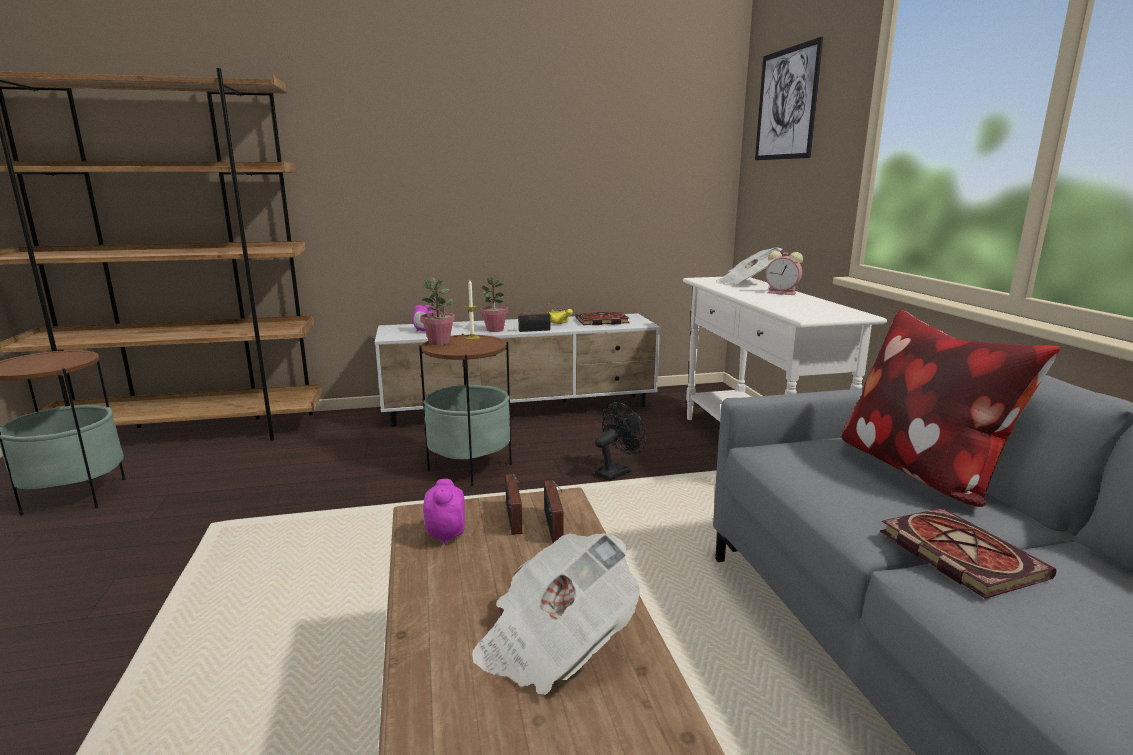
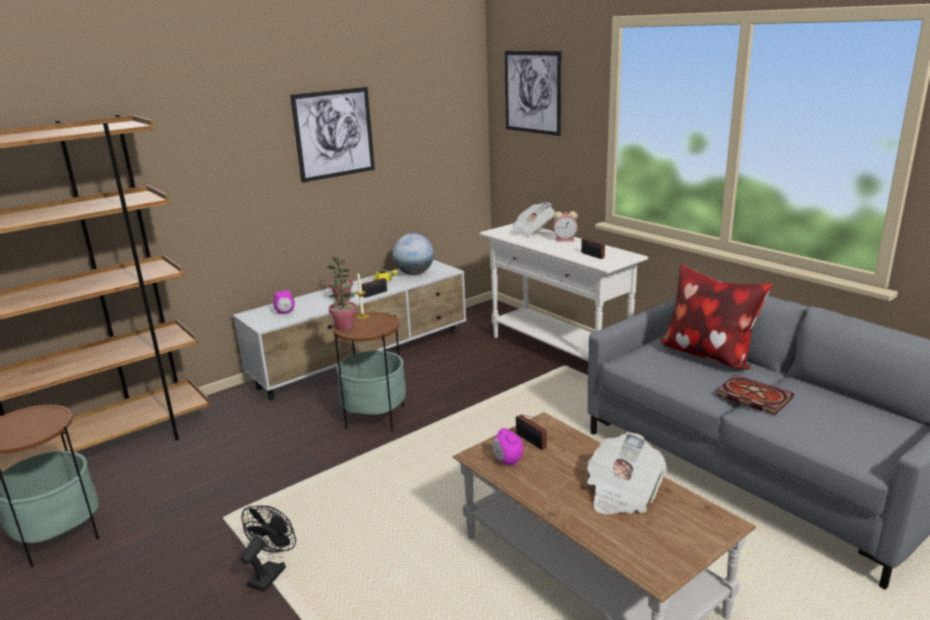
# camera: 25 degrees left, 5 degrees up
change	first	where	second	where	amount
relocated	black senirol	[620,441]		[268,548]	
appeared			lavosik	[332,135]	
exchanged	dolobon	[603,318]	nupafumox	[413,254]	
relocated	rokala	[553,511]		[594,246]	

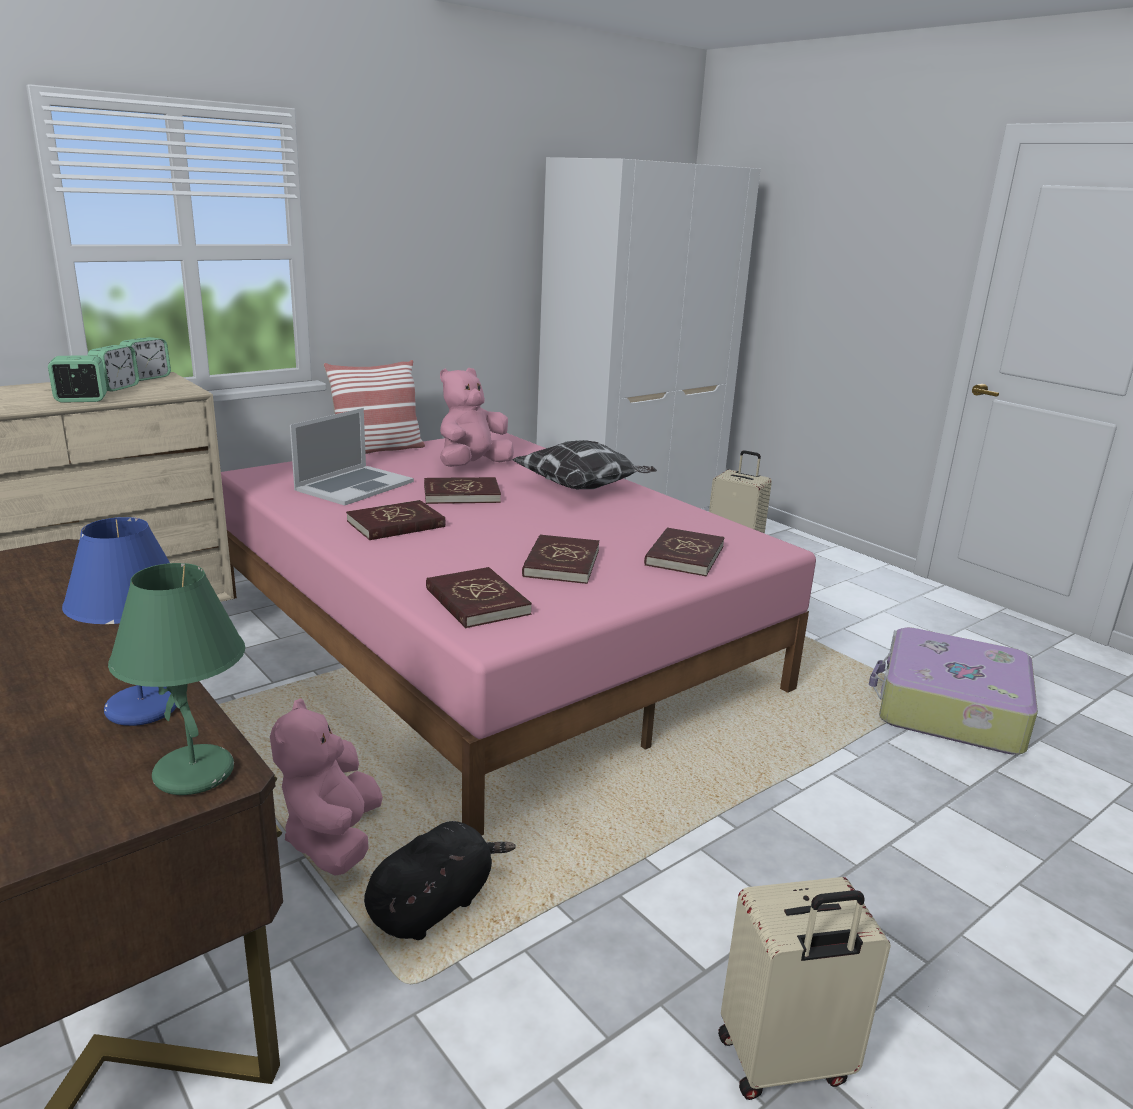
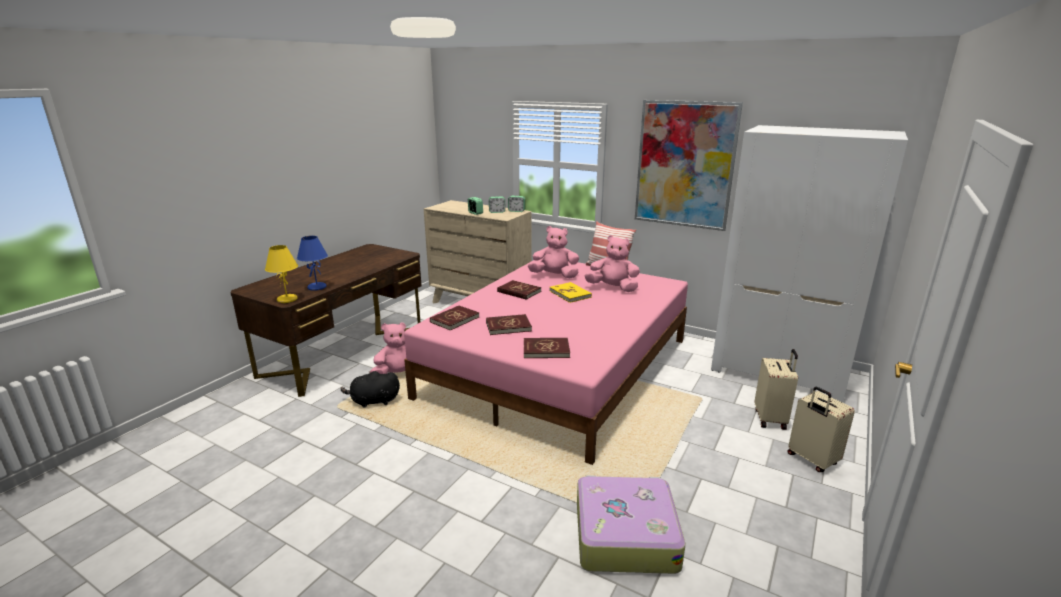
# camera: 70 degrees right, 0 degrees up
change	first	where	second	where	amount
colour	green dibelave	[176,679]	yellow dibelave	[281,274]	
spun	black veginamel	[440,880]		[370,389]	150 degrees clockwise
exchanged	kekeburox	[352,457]	pink veginamel	[553,252]	
colour	red dolobon	[462,490]	yellow dolobon	[571,292]	
appeared			lavosik	[689,165]	
relocated	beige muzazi	[804,988]		[821,429]	
missing	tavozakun	[585,464]			

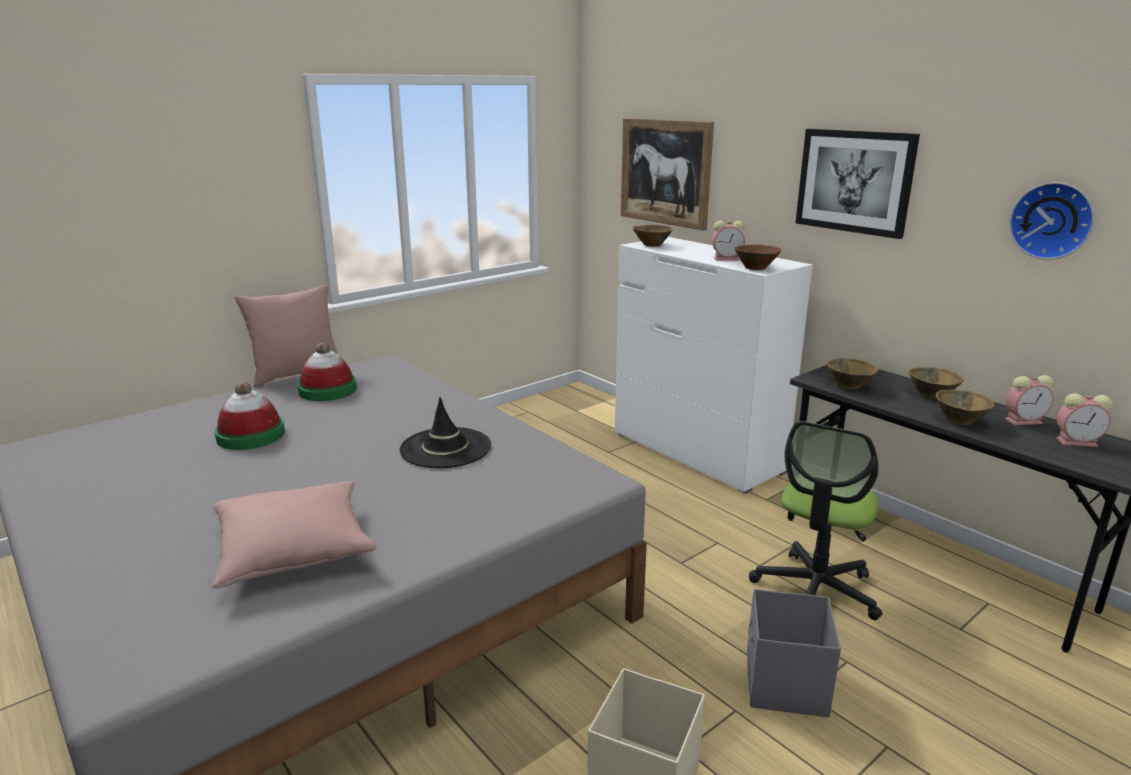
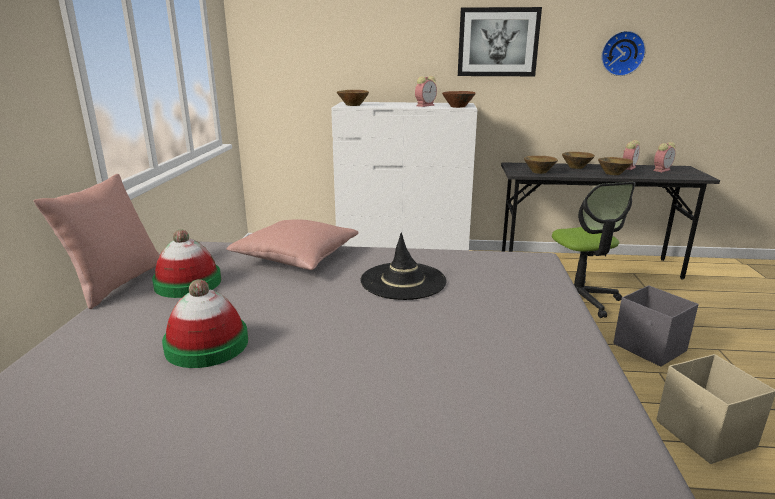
# camera: 45 degrees left, 0 degrees up
change	first	where	second	where	amount
relocated	pink tavozakun	[294,534]		[292,244]	
missing	lavosik	[667,174]			

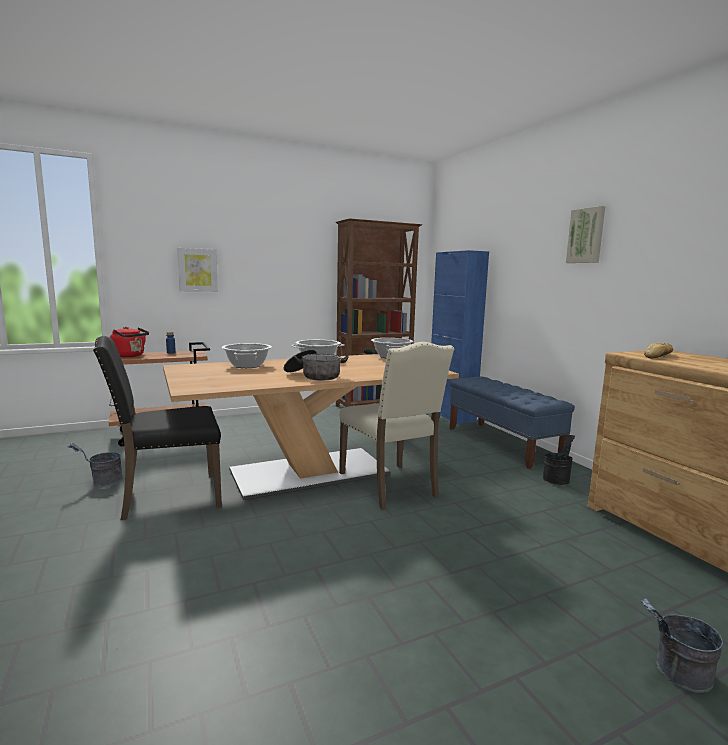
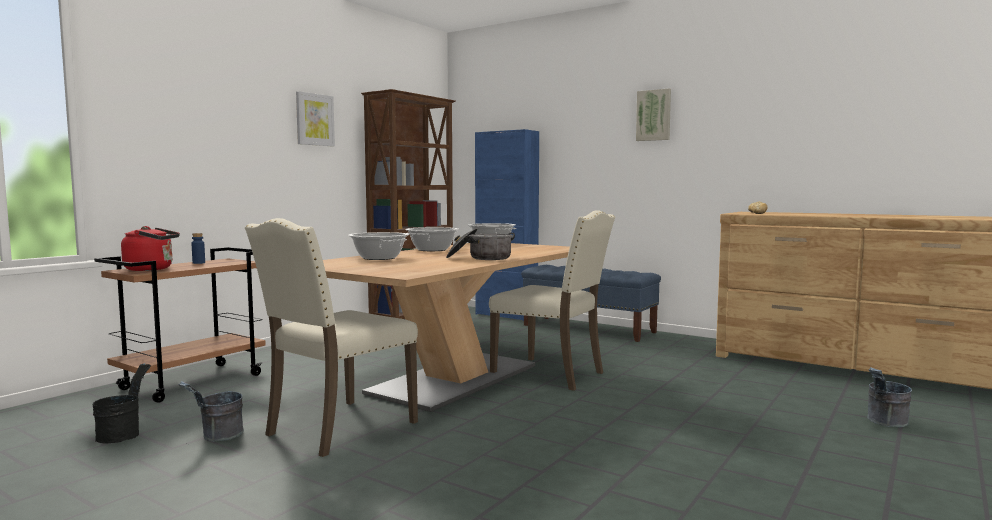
# camera: 30 degrees left, 5 degrees down
change	first	where	second	where	amount
relocated	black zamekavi	[559,459]		[121,403]	
colour	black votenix	[157,428]	beige votenix	[331,337]	
relocated	lavosik	[197,270]		[315,119]	

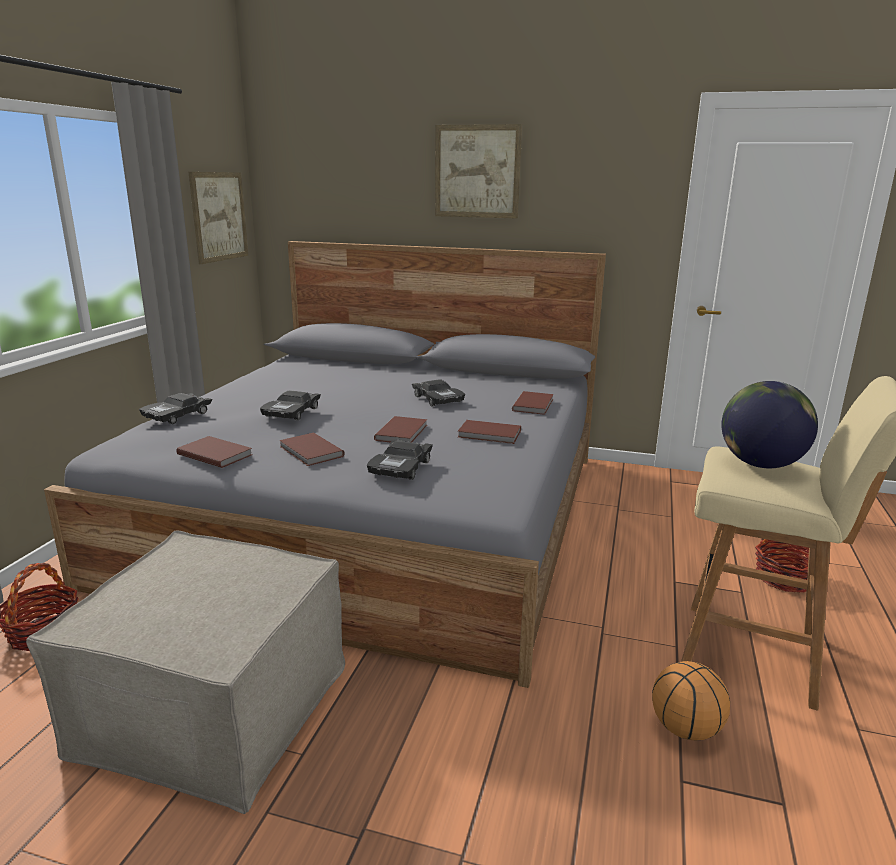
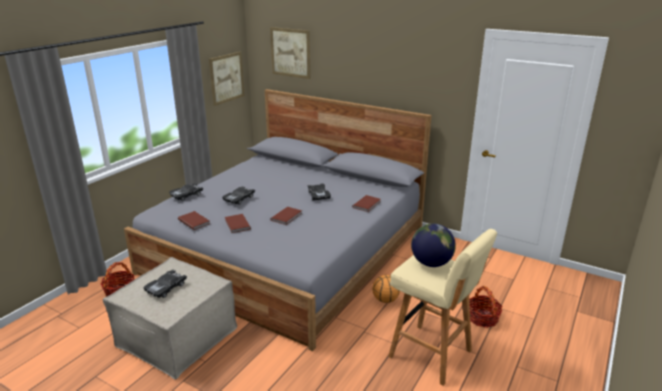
# camera: 15 degrees right, 5 degrees up
change	first	where	second	where	amount
relocated	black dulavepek	[400,459]		[165,284]	
relocated	lavosik	[478,171]		[290,53]	
relocated	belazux	[691,700]		[386,289]	
missing	brown dolobon	[489,432]			

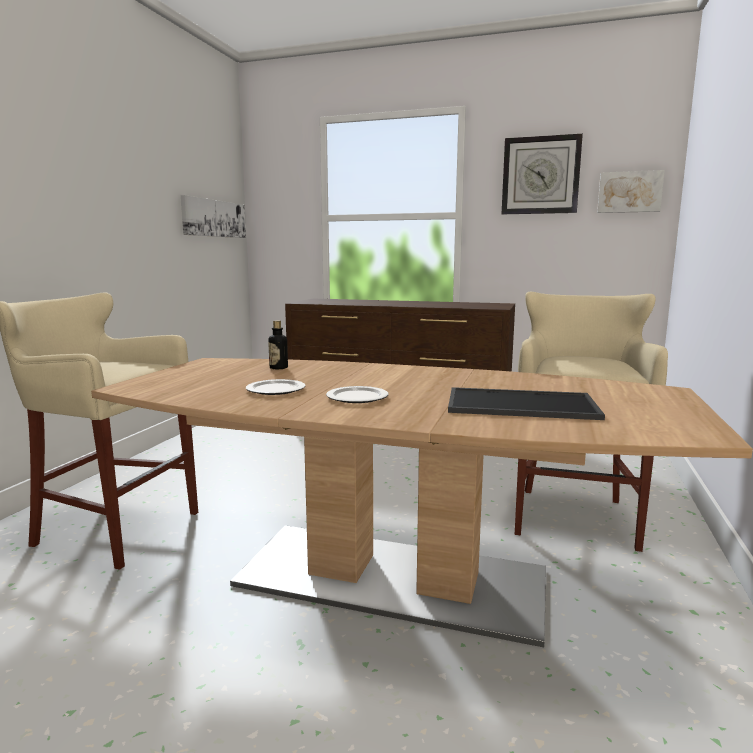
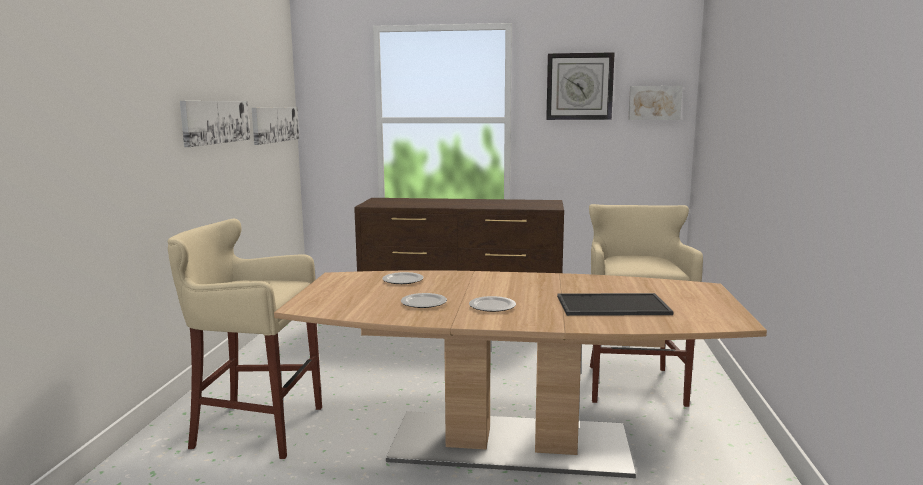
# camera: 10 degrees left, 0 degrees up
change	first	where	second	where	amount
appeared			lavosik	[215,124]	
exchanged	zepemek	[278,344]	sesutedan	[403,278]	

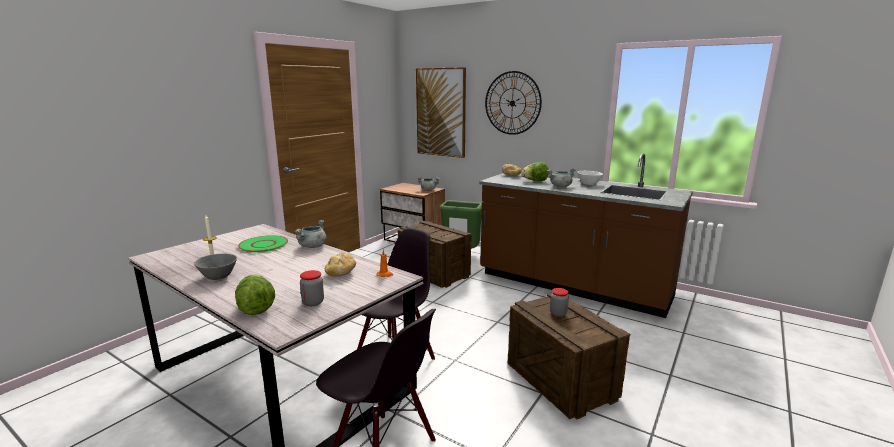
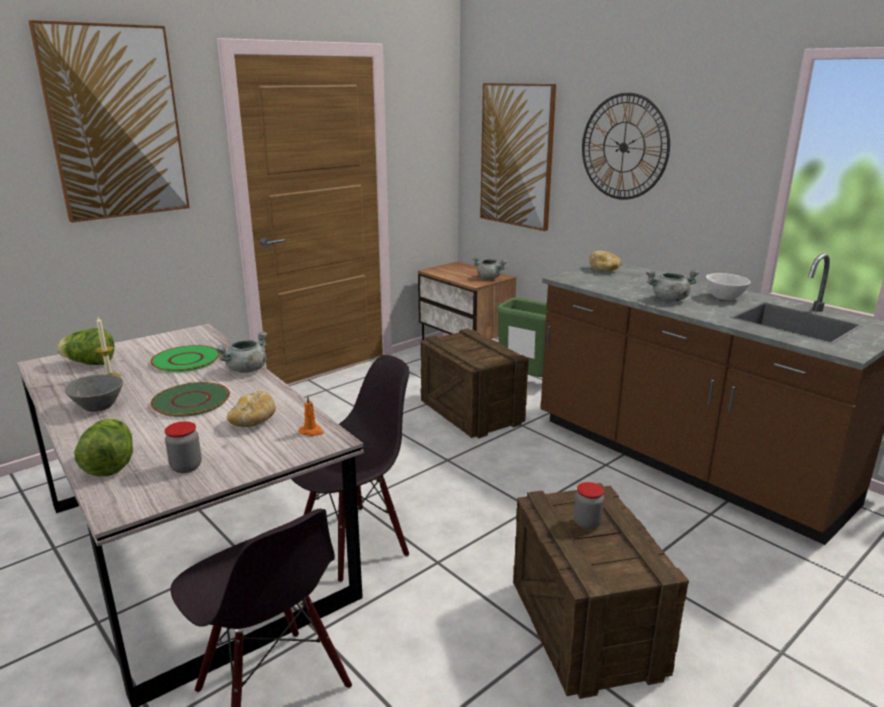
# camera: 15 degrees right, 5 degrees up
change	first	where	second	where	amount
appeared			lavosik	[109,121]	
relocated	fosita	[535,171]		[85,346]	
appeared			green sesutedan	[190,399]	

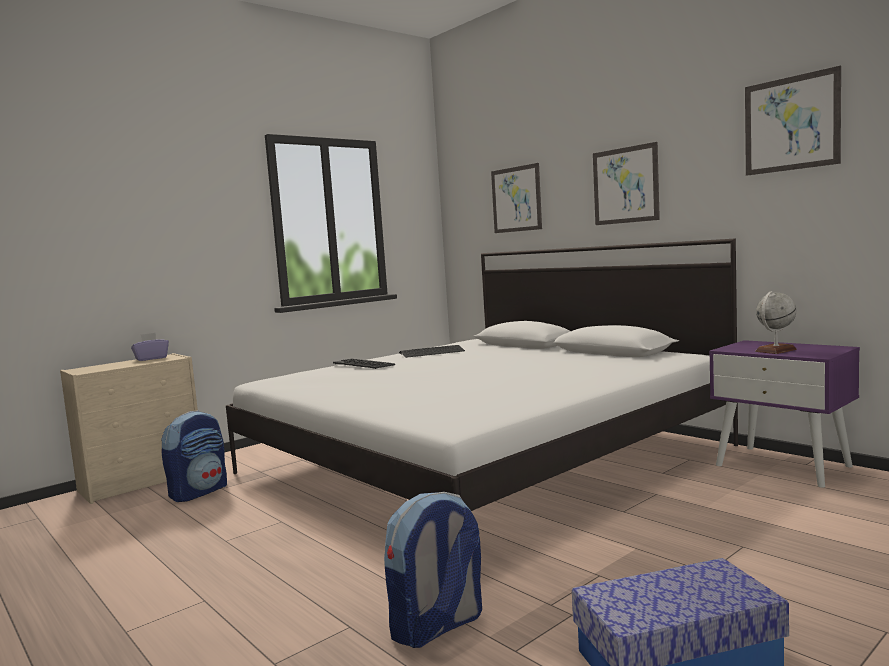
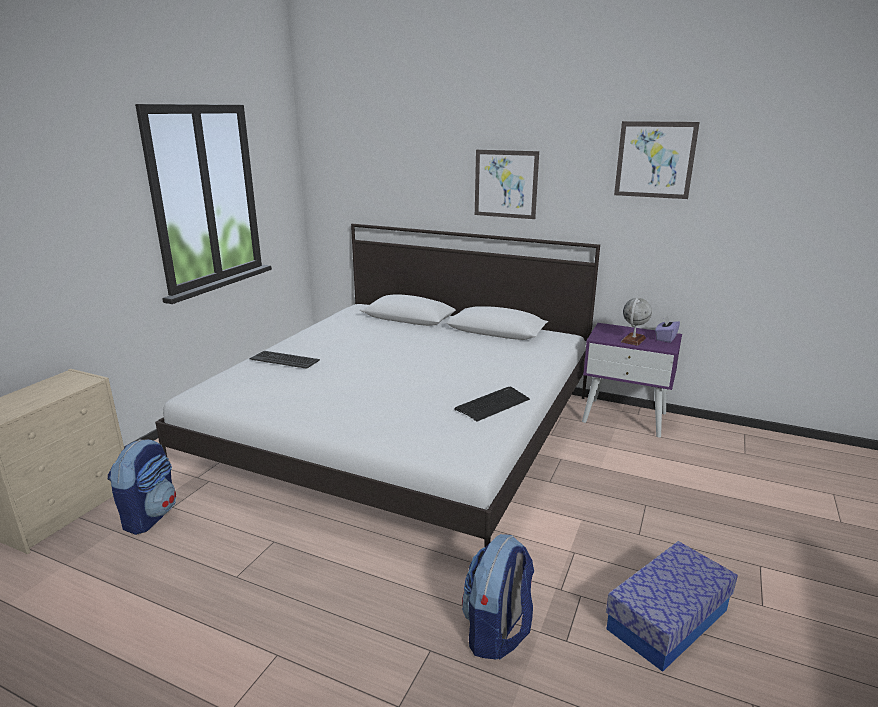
# camera: 25 degrees left, 15 degrees up
change	first	where	second	where	amount
relocated	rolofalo	[432,351]		[492,404]	
relocated	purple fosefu	[150,347]		[667,329]	
missing	lavosik	[516,198]			

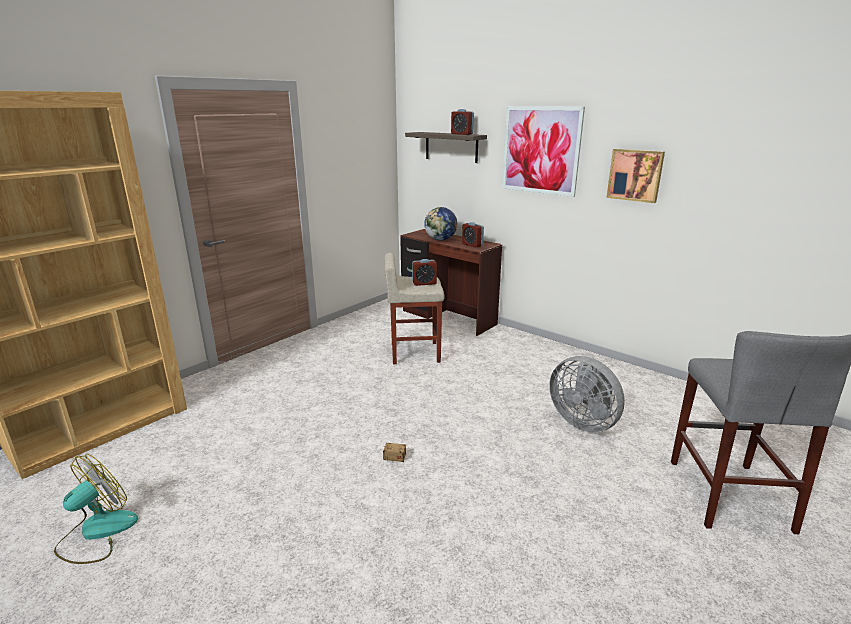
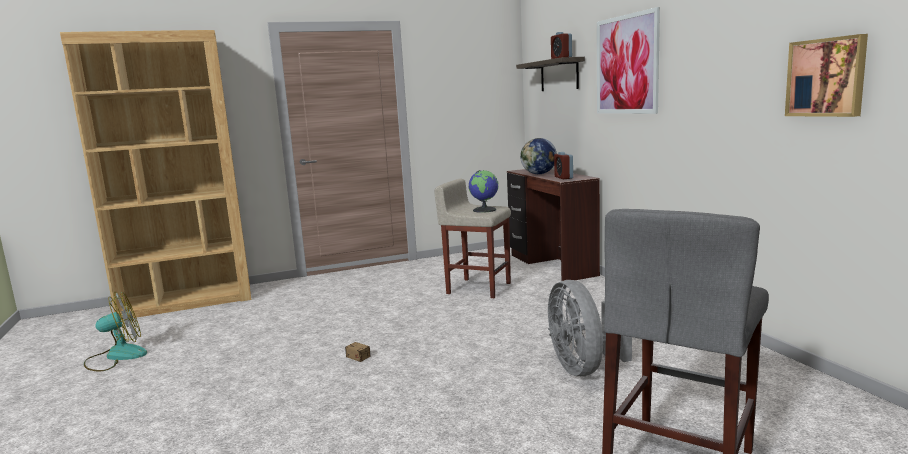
# camera: 30 degrees right, 10 degrees down
change	first	where	second	where	amount
exchanged	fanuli	[424,272]	nupafumox	[484,191]	
relocated	lavosik	[635,176]		[826,75]	

